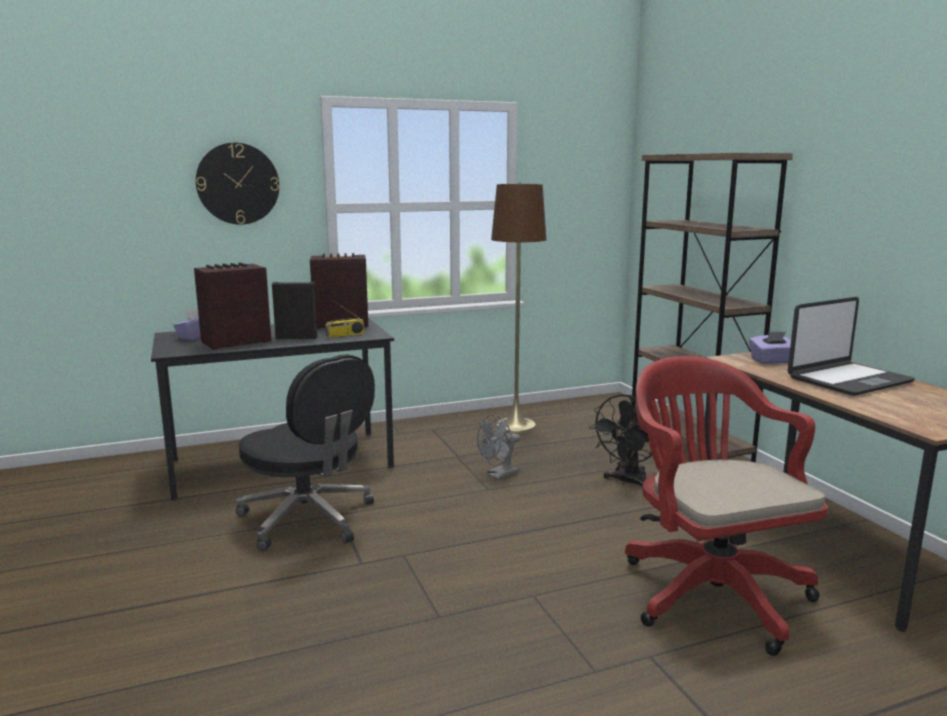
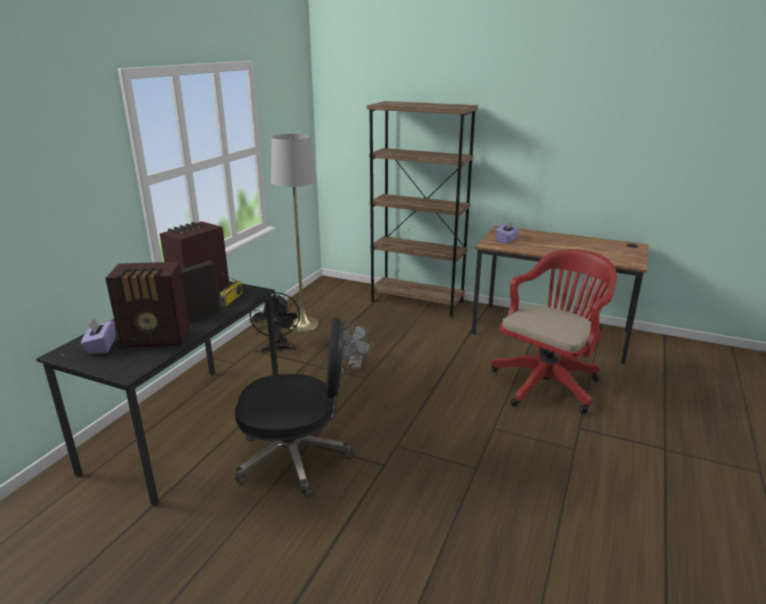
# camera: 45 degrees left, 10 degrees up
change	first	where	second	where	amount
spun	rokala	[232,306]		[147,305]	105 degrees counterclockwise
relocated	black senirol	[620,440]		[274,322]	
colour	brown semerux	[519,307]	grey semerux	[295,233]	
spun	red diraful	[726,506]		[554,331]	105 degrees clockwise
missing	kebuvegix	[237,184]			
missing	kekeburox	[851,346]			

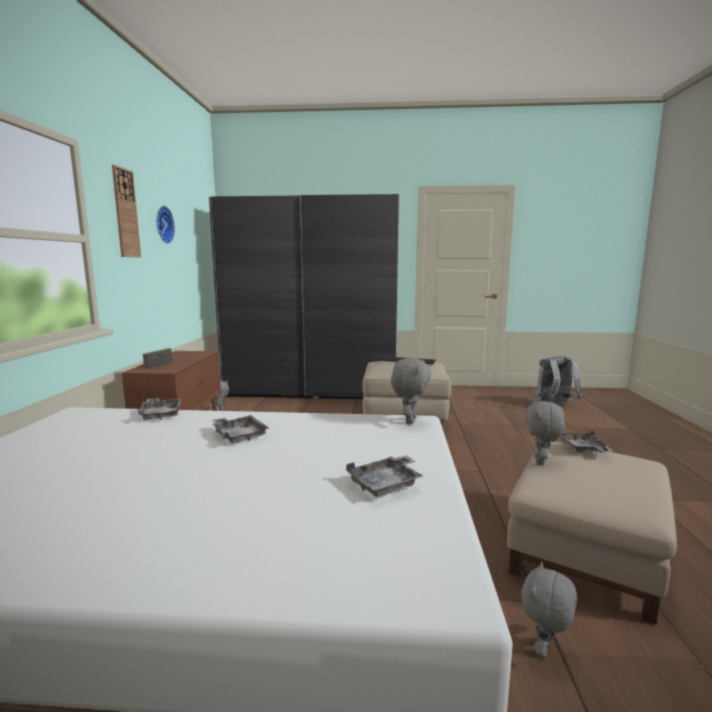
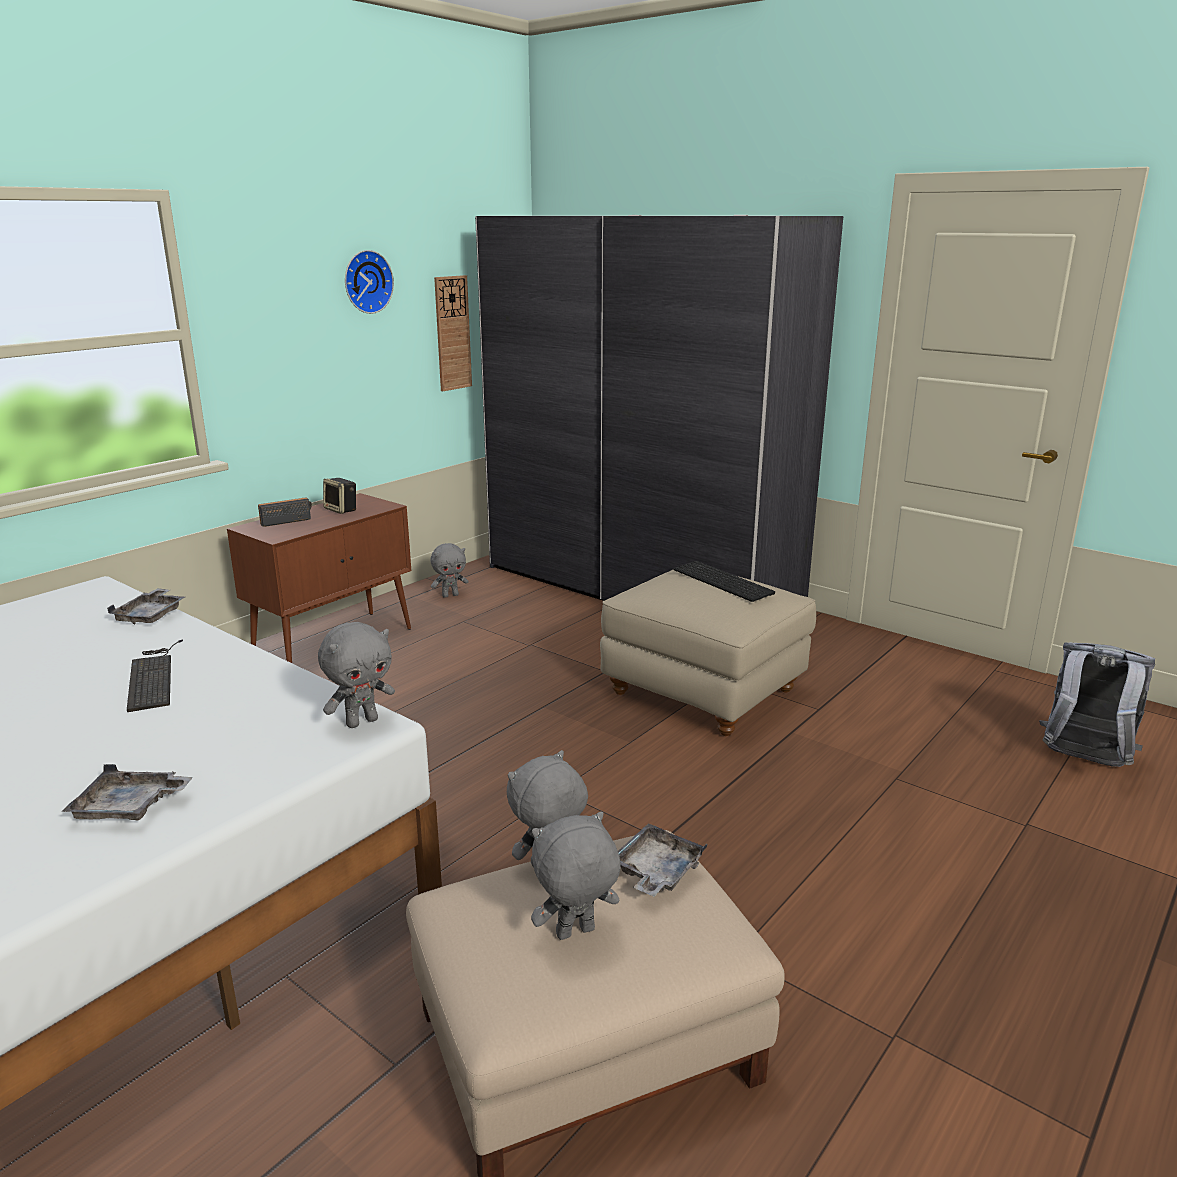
# camera: 35 degrees right, 10 degrees up
change	first	where	second	where	amount
exchanged	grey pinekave	[240,429]	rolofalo	[155,676]	
appeared			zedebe	[339,496]	
relocated	kebuvegix	[126,211]		[453,333]	
relocated	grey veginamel	[549,610]		[576,876]	

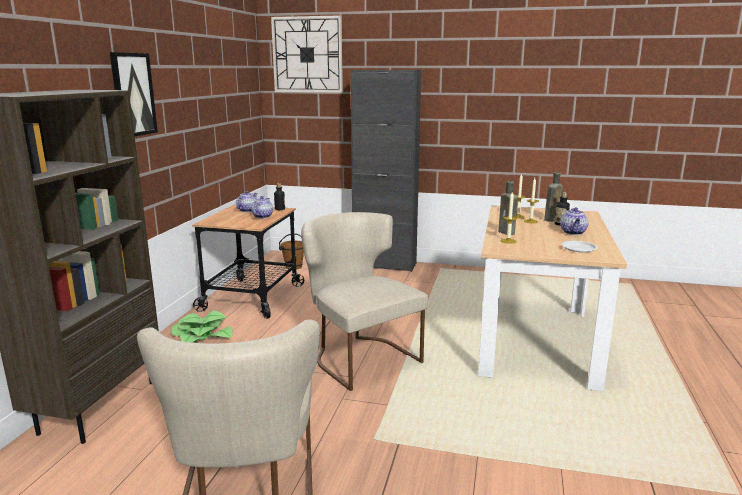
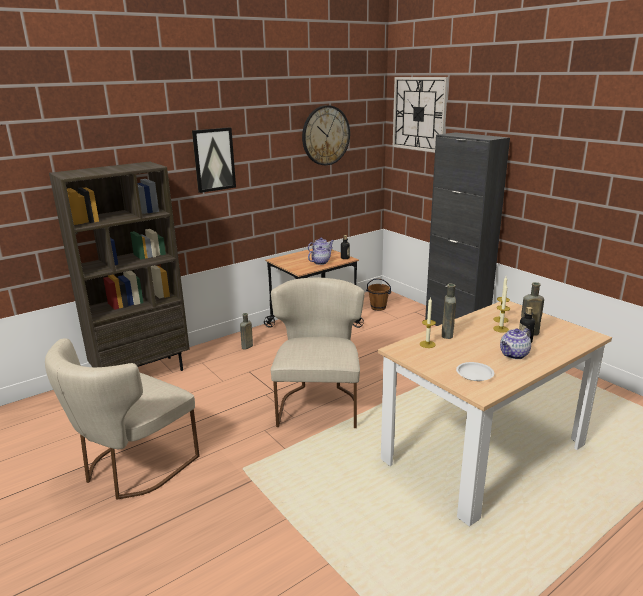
# camera: 40 degrees right, 5 degrees up
change	first	where	second	where	amount
exchanged	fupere	[202,327]	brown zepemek	[246,331]	
appeared			kebuvegix	[326,135]	

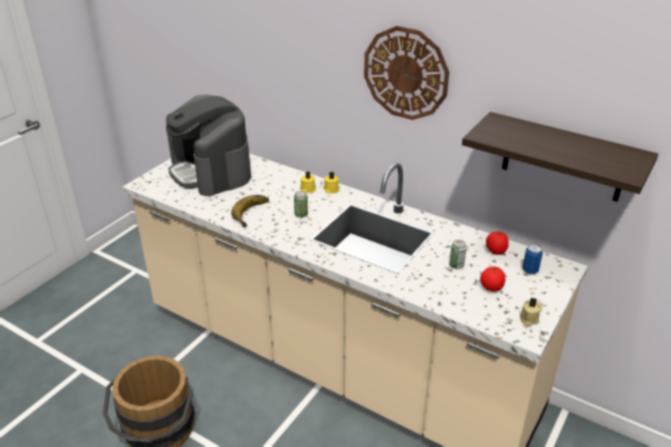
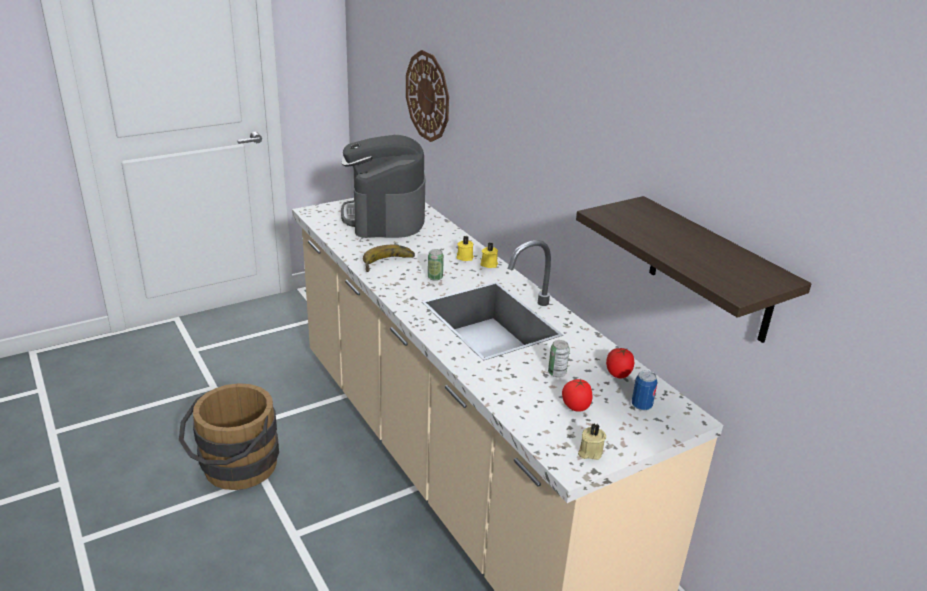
# camera: 25 degrees right, 5 degrees down
change	first	where	second	where	amount
relocated	kebuvegix	[406,73]		[427,96]	

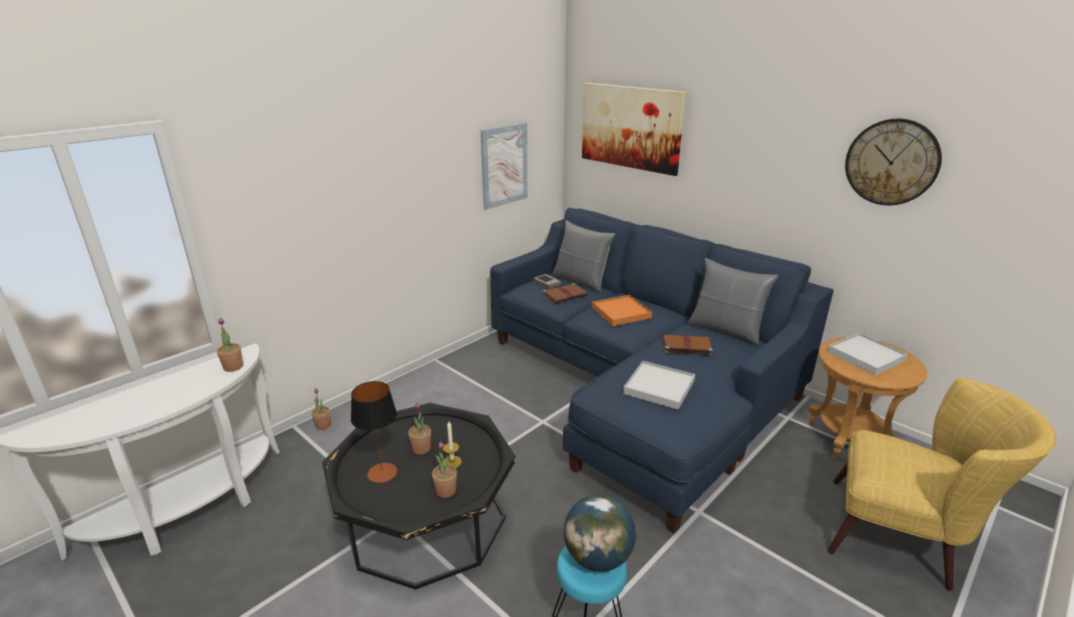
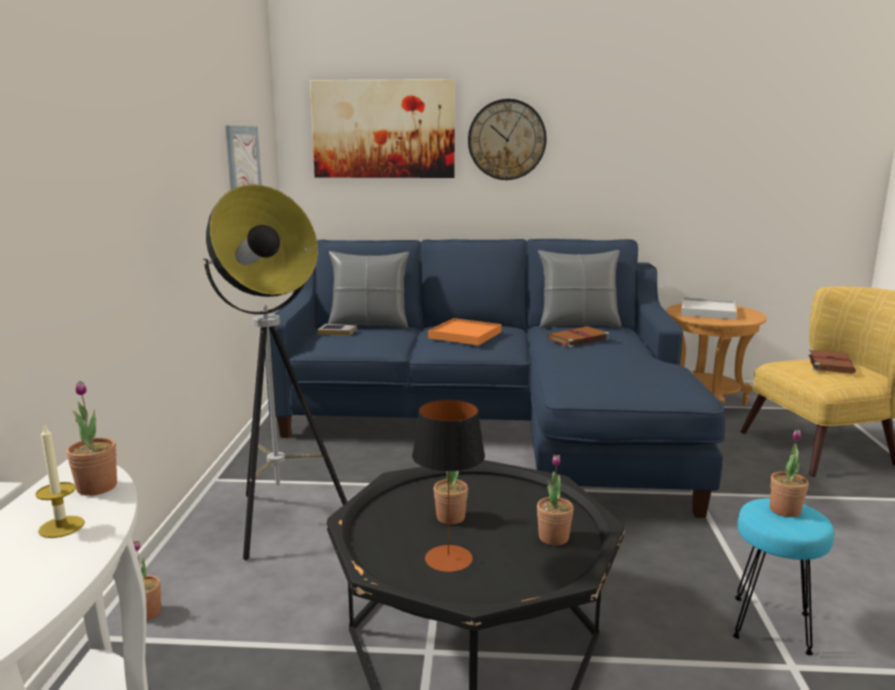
# camera: 40 degrees left, 10 degrees down
change	first	where	second	where	amount
relocated	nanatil	[452,445]		[60,480]	
appeared			semerux	[275,372]	
relocated	kebuvegix	[893,161]		[507,139]	
exchanged	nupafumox	[600,533]	fupere	[789,473]	
relocated	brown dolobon	[565,293]		[832,361]	
missing	white pinekave	[659,385]			

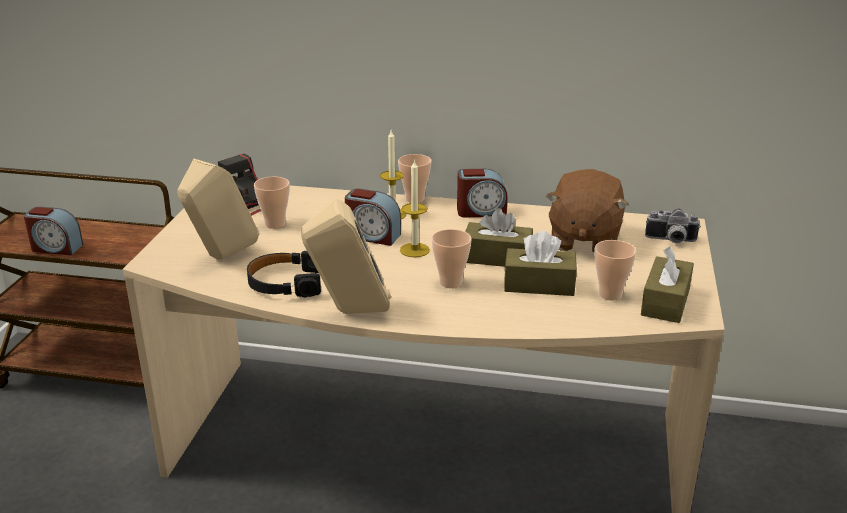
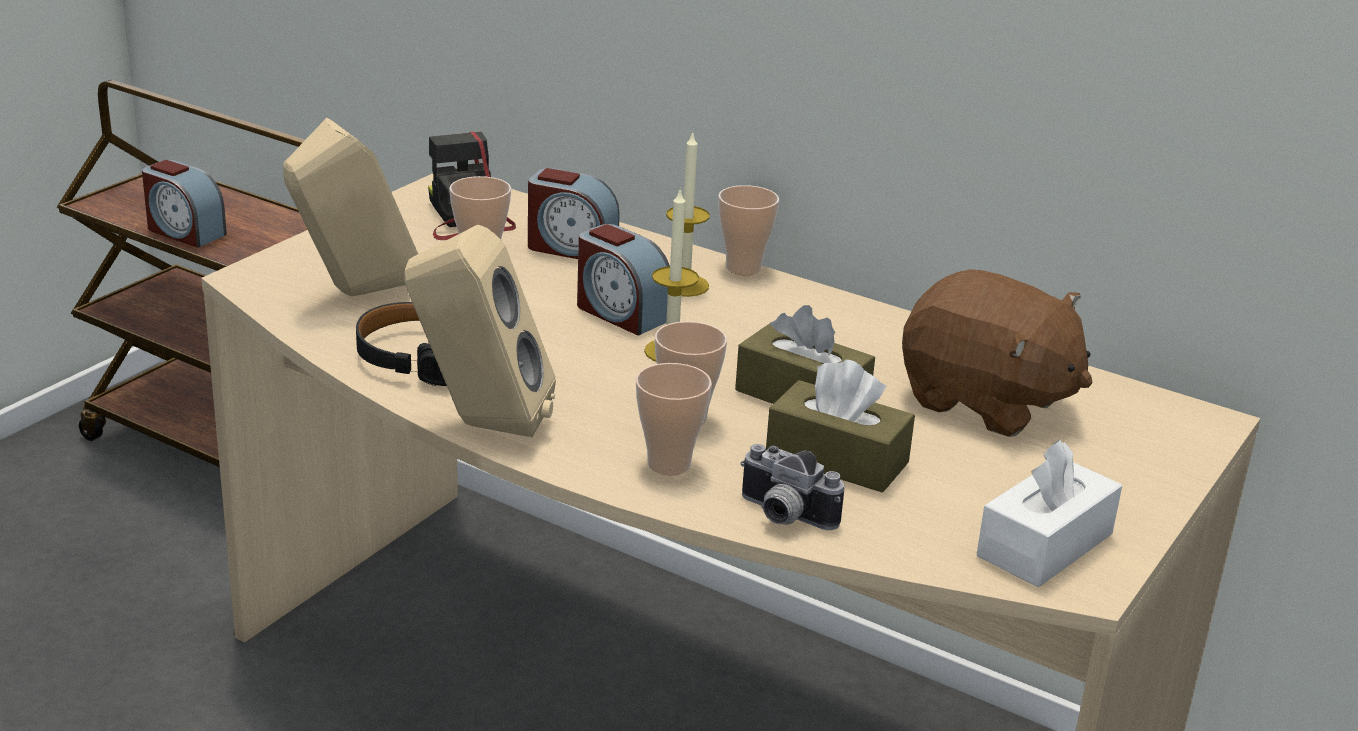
# camera: 20 degrees right, 0 degrees up
change	first	where	second	where	amount
relocated	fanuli	[482,193]		[574,213]	
relocated	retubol	[615,270]		[674,419]	
relocated	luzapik	[673,225]		[792,487]	
spun	brown veginamel	[587,211]		[997,353]	90 degrees counterclockwise
colour	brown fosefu	[667,285]	white fosefu	[1049,513]	

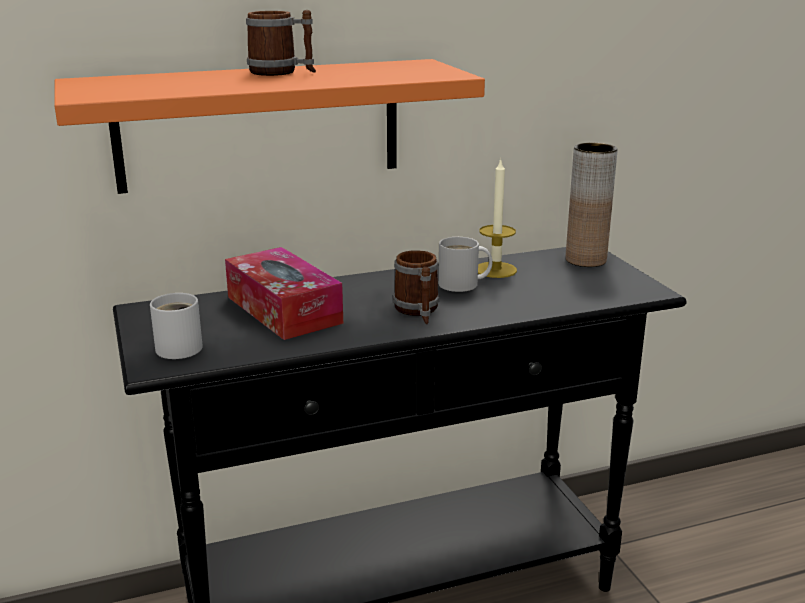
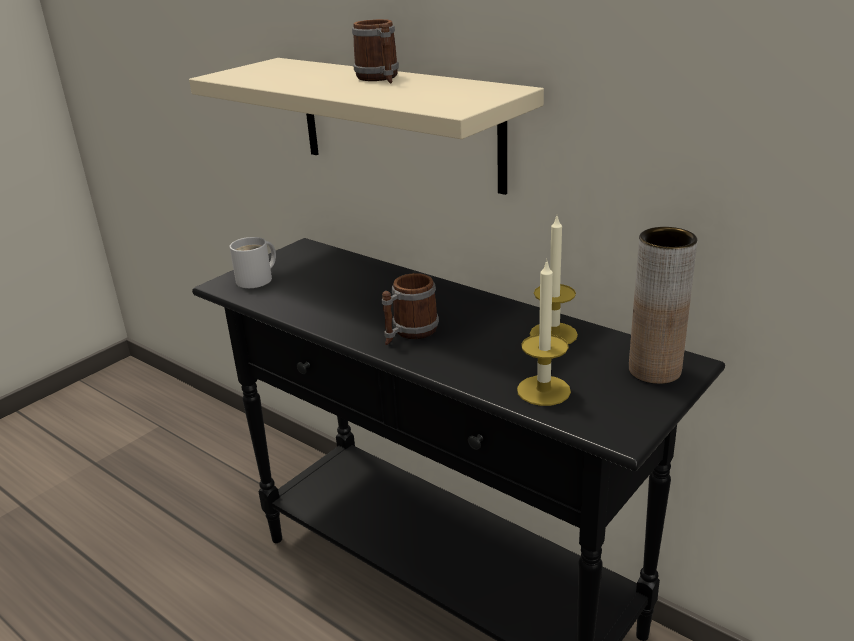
# camera: 60 degrees right, 5 degrees up
change	first	where	second	where	amount
colour	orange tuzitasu	[269,126]	beige tuzitasu	[366,126]	
appeared			nanatil	[544,332]	
missing	fosefu	[284,293]			
missing	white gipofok	[465,264]			

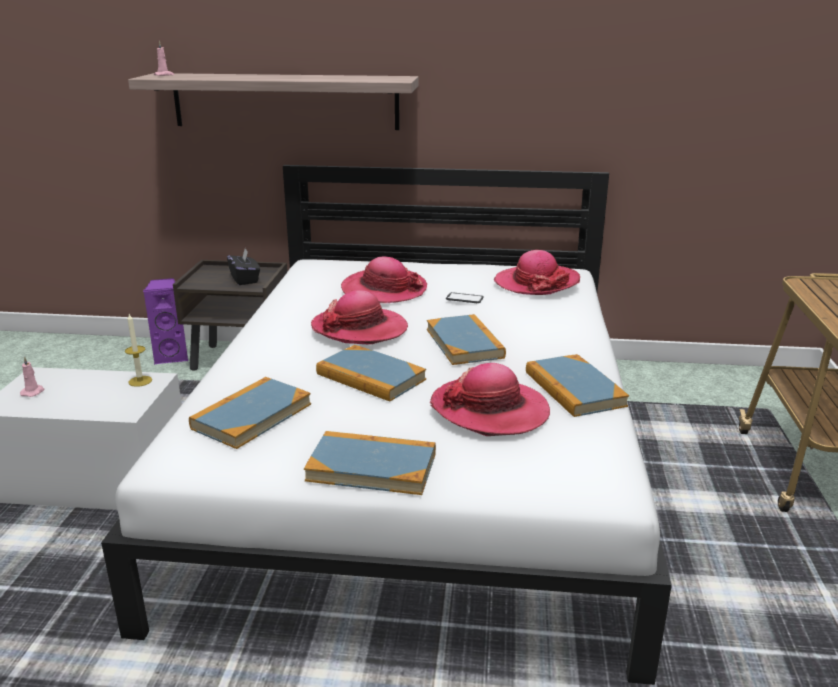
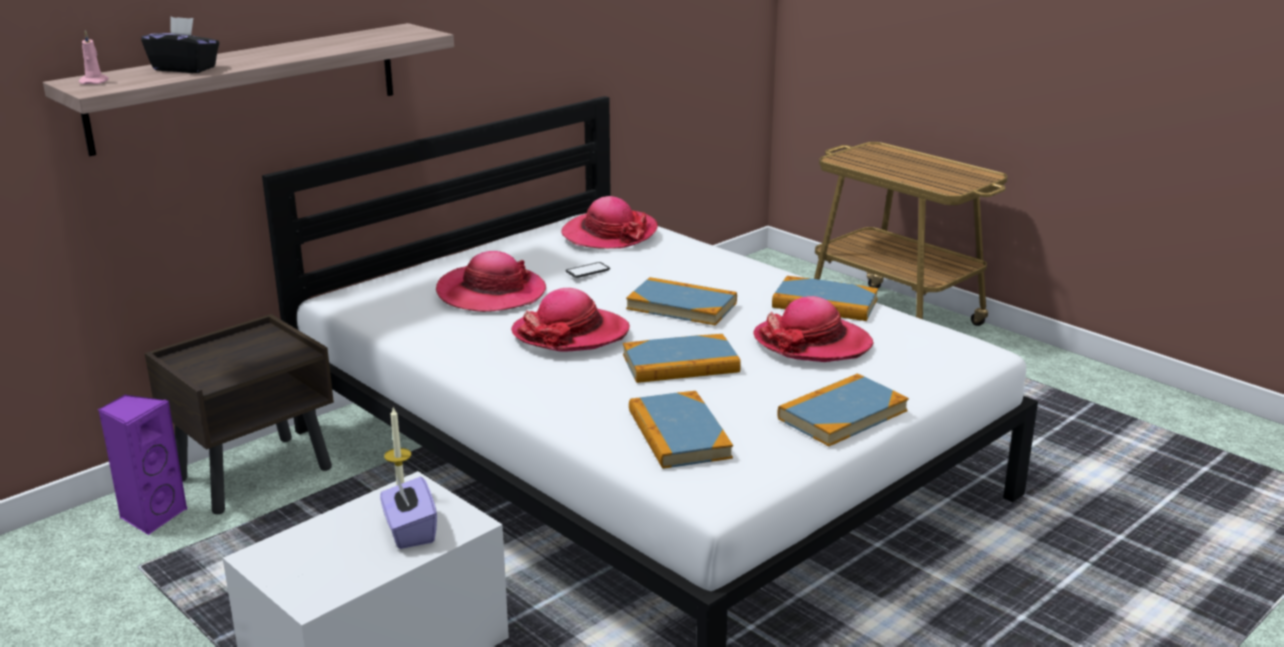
# camera: 50 degrees left, 0 degrees up
change	first	where	second	where	amount
relocated	black fosefu	[243,267]		[180,45]	
appeared			purple fosefu	[408,513]	
missing	pink nanatil	[32,376]			

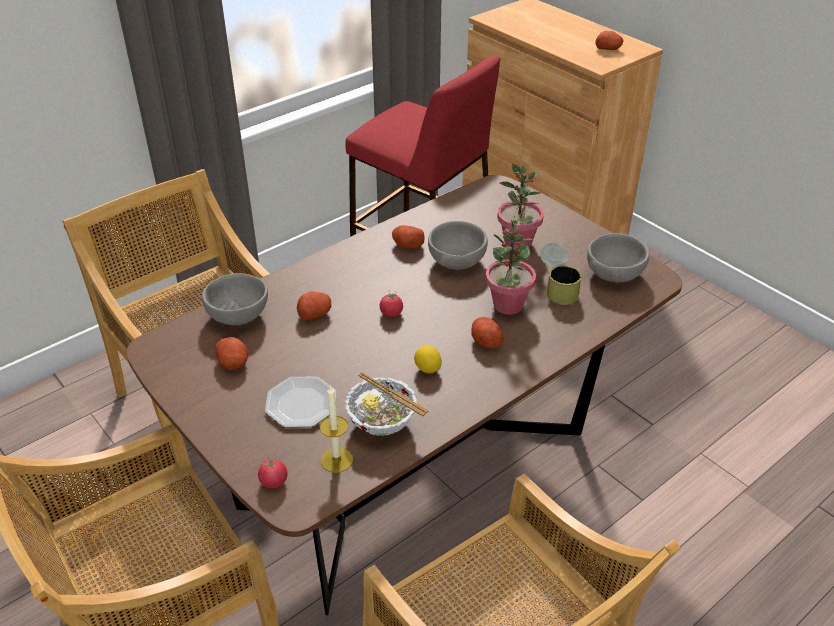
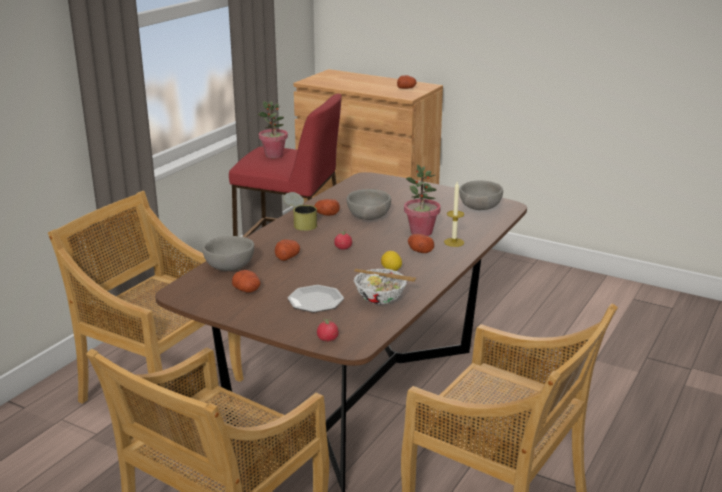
# camera: 20 degrees left, 15 degrees down
change	first	where	second	where	amount
relocated	fupere	[520,206]		[272,129]	
relocated	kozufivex	[561,274]		[300,211]	
relocated	nanatil	[336,429]		[454,214]	

